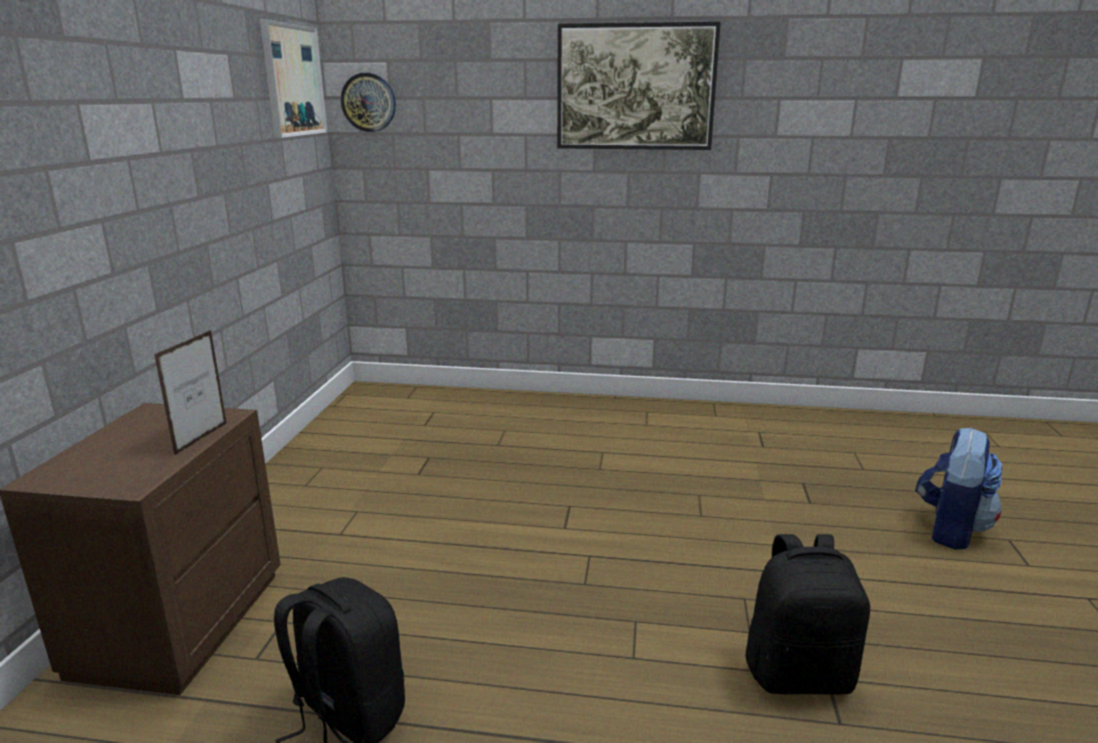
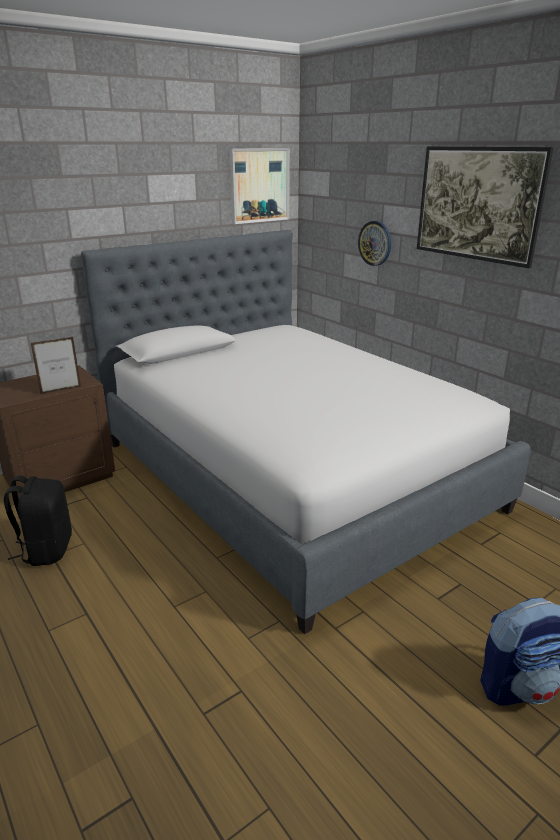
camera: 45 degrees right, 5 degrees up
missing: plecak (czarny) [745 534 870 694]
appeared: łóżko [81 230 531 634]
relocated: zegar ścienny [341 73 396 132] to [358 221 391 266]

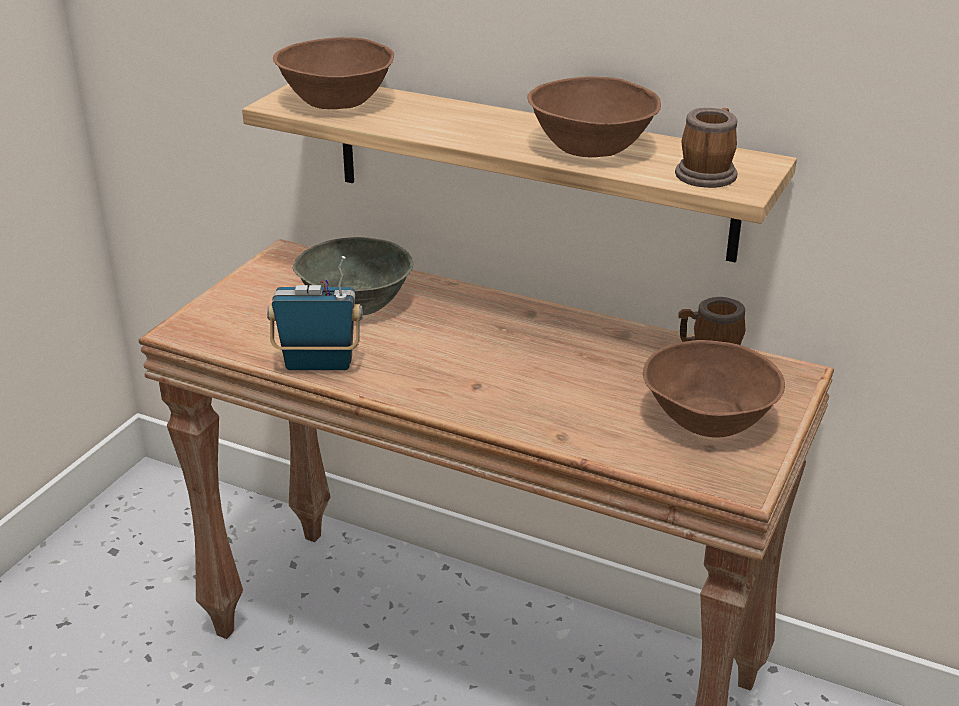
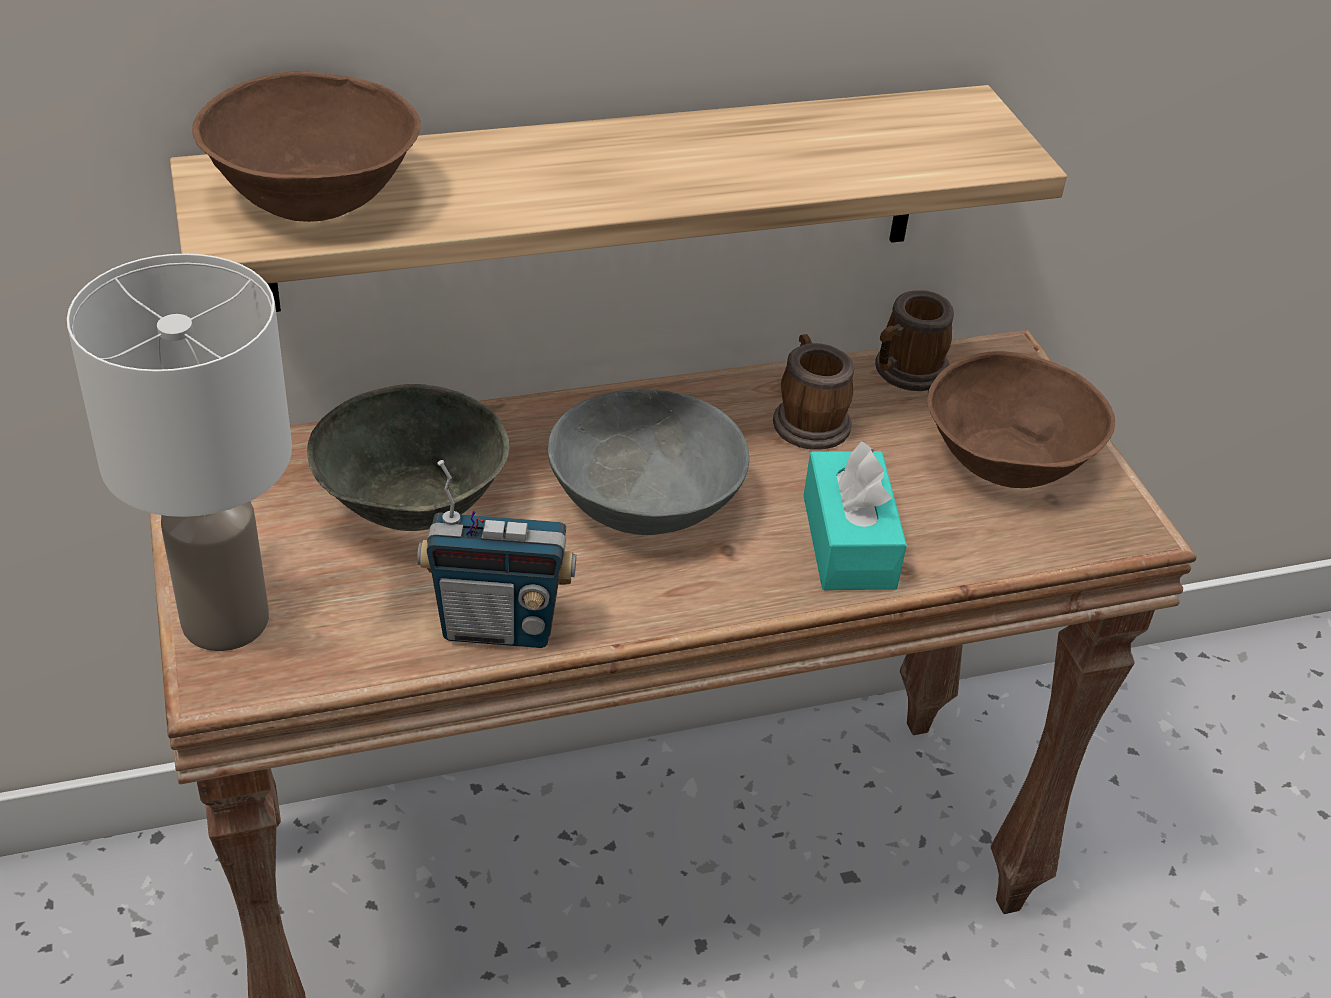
camera: 45 degrees left, 10 degrees up
missing: miska (brązowy) [527 77 661 157]
appeared: lampa stołowa (biały) [67 254 292 651]; miska (szary) [548 389 749 535]; pudełko chusteczek (turkusowy) [803 441 907 590]
relocated: kubek [675 108 737 188] to [773 334 854 450]
spun: radio [267 256 363 370] = [417 460 576 648] 135 degrees counterclockwise

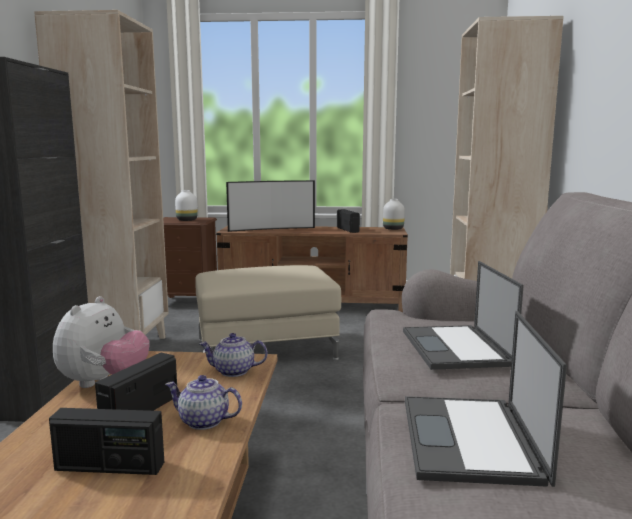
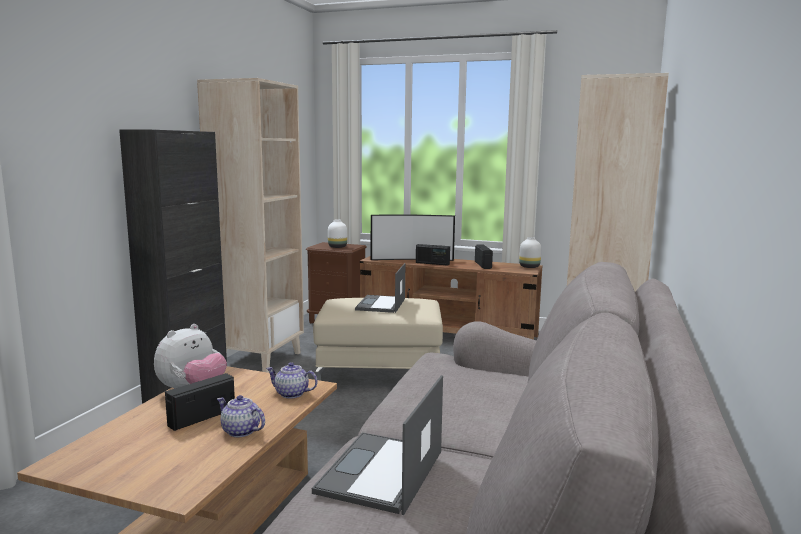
camera: 15 degrees right, 0 degrees up
relocated: radio [49 408 164 475] to [416 244 450 266]; laptop [403 261 524 370] to [355 263 405 313]

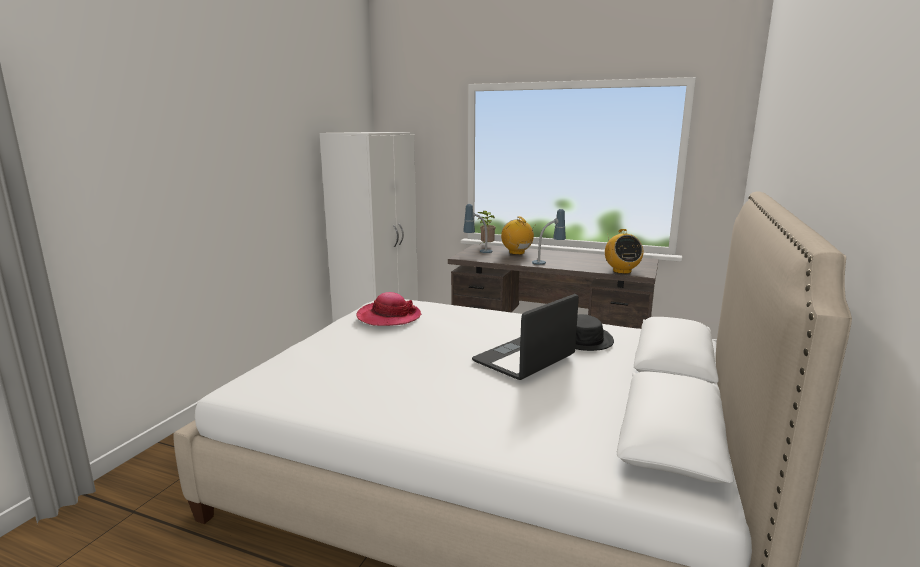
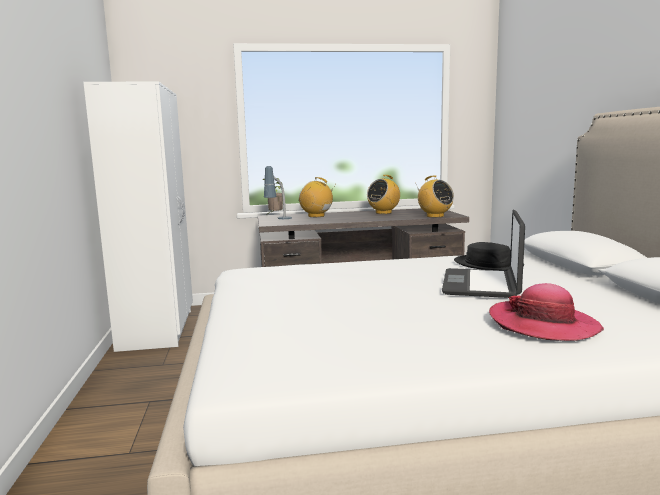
camera: 30 degrees left, 5 degrees down
missing: lampa stołowa [532 209 566 265]
appeared: radio [367 175 400 214]
relocated: kapelusz [356 292 421 326] to [489 283 604 341]

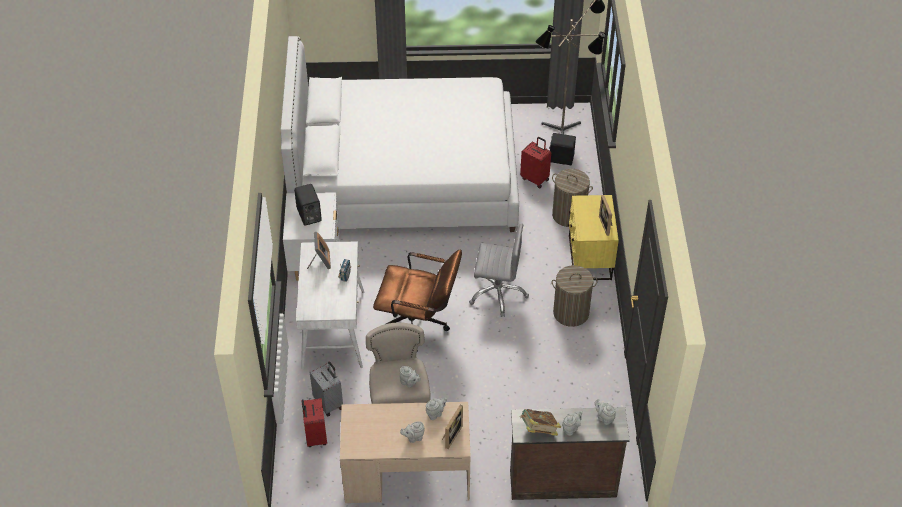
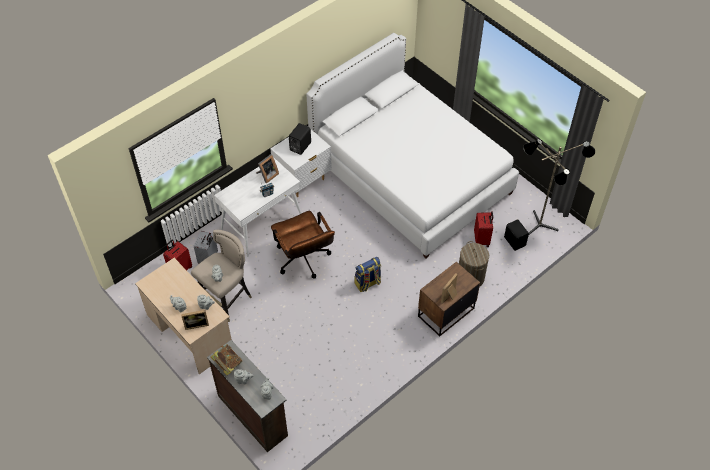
camera: 50 degrees right, 5 degrees up
missing: kosz na pranie [552 265 598 327]
exchanged: krzesło biurowe (szary) [469 224 529 317] to plecak [354 257 381 292]
colour: szafka nocna (żółty) [568 195 619 280] to szafka nocna (brązowy) [418 262 480 337]

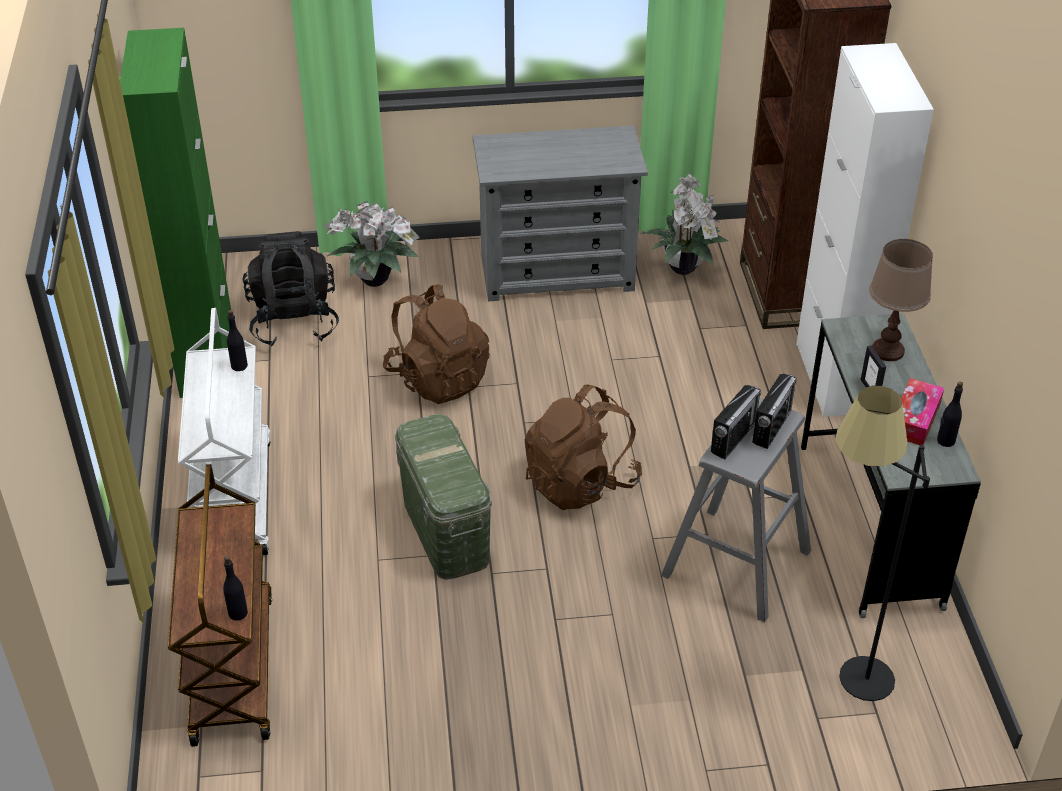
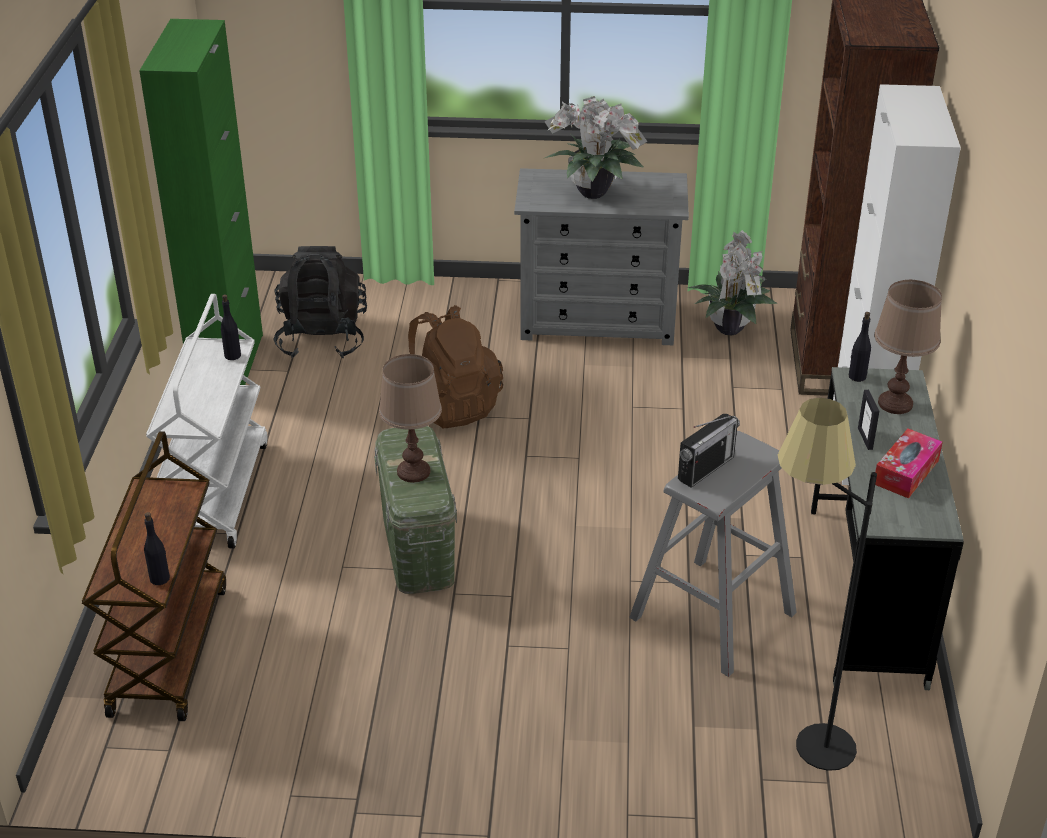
camera: 10 degrees right, 5 degrees down
missing: plecak (brązowy) [525 385 642 510]; radio [752 374 797 449]
appeared: lampa stołowa (brązowy) [379 354 442 483]
relocated: roślina doniczkowa [323 201 420 287] to [544 96 647 199]; butelka (czarny) [937 382 963 447] to [849 312 871 382]

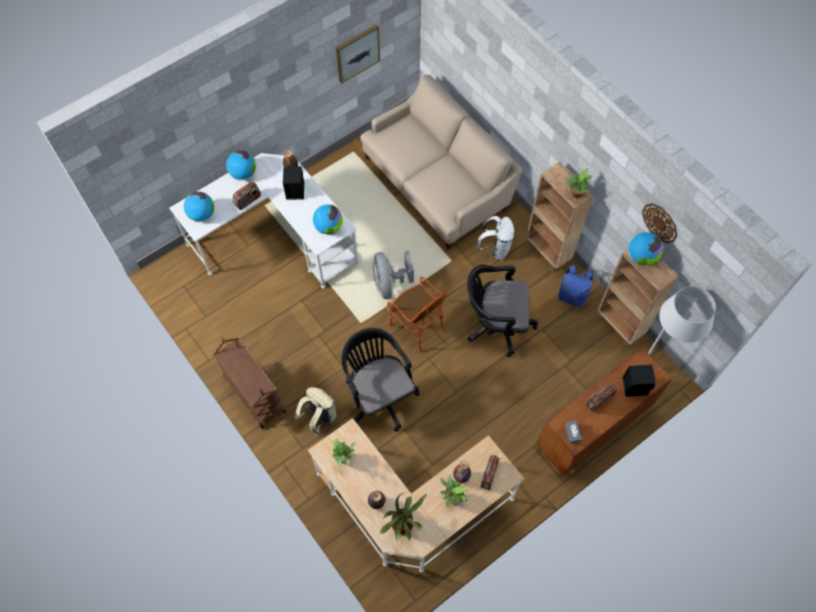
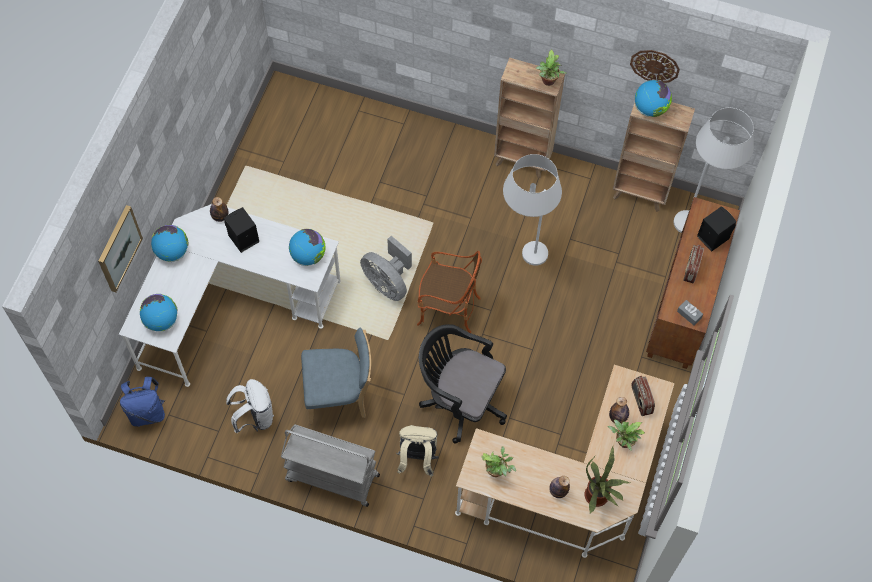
camera: 35 degrees left, 0 degrees up
missing: radio [233 182 261 210]; kanapa (beżowy) [360 75 522 250]
appeared: krzesło (niebieski) [301 328 371 424]
relocated: obraz [336 24 380 83] to [98 205 143 292]; plecak (biały) [477 216 515 260] to [226 379 274 433]; plecak (niebieski) [558 265 594 307] to [120 377 165 427]
exchanged: krzesło biurowe (czarny) [467 265 538 357] to lampa stojąca (biały) [503 154 562 266]
colour: wózek (brązowy) [213 336 286 428] to wózek (szary) [281 425 380 507]

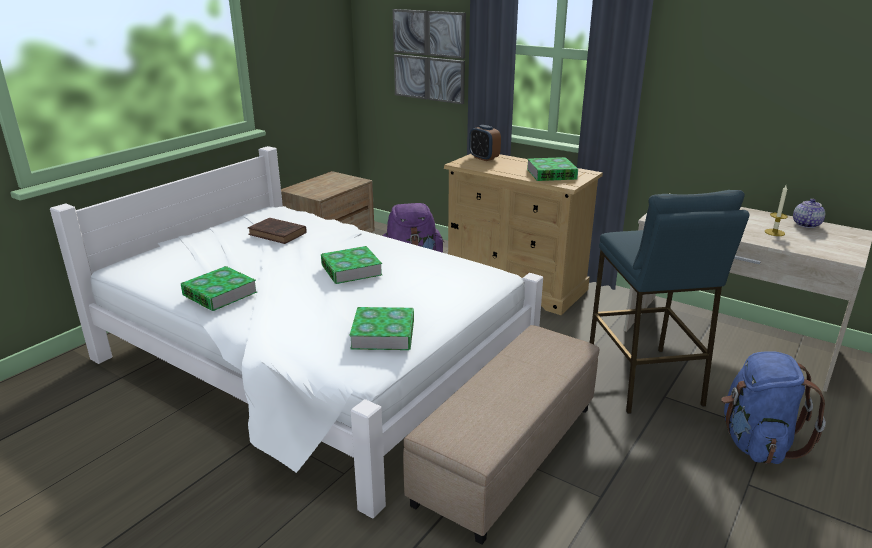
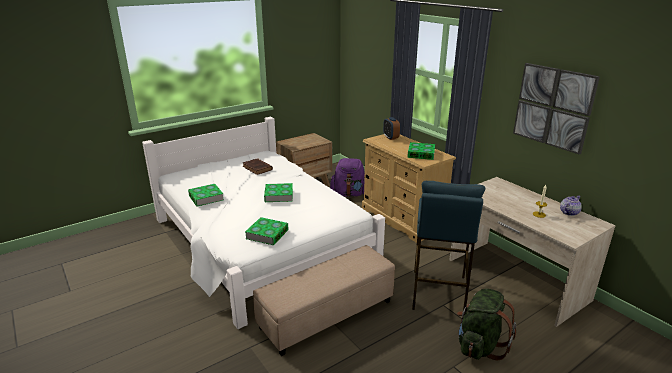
camera: 20 degrees right, 0 degrees up
relocated: obraz [393 9 466 104] to [513 63 600 154]
colour: plecak (niebieski) [721 351 826 464] to plecak (zielony) [457 289 516 360]

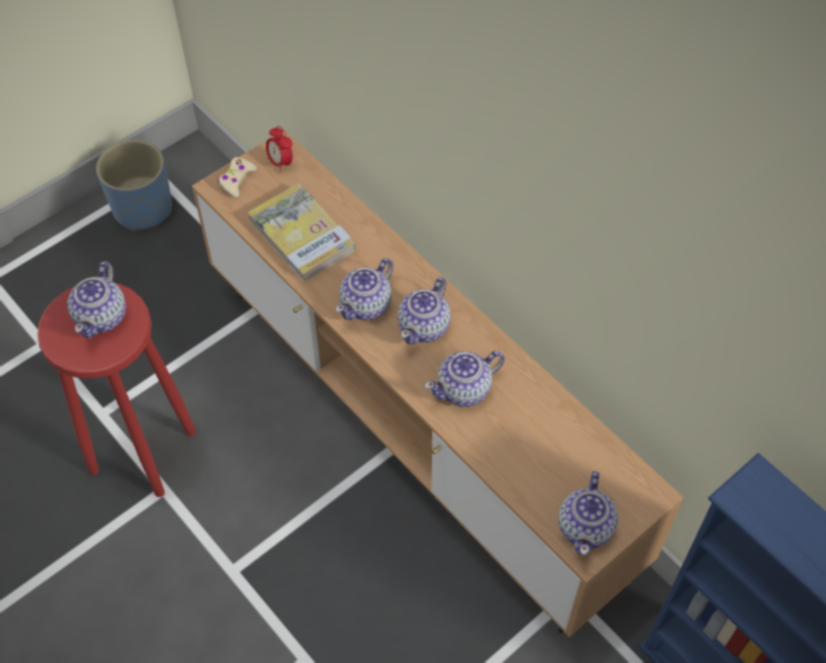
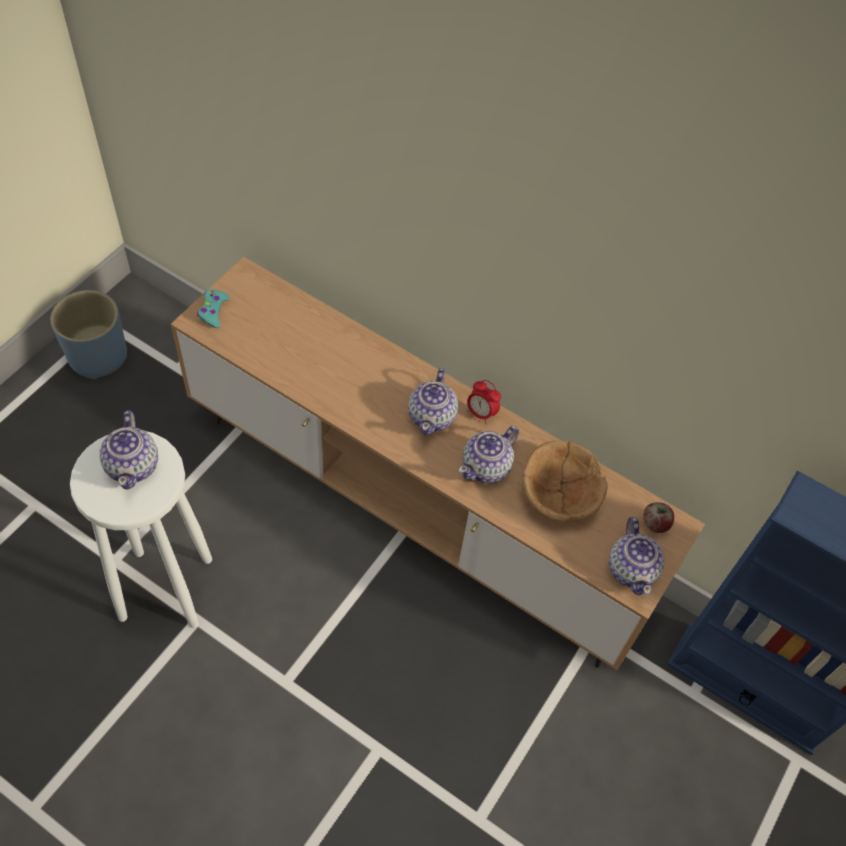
camera: 20 degrees left, 0 degrees up
missing: książka [247 183 356 282]; imbryk [336 258 394 320]
appeared: miska (brązowy) [522 440 608 522]; jabłko [643 502 674 533]
relocated: budzik [266 126 293 173] to [467 380 501 424]
colour: stołek (czerwony) [37 283 196 497] to stołek (biały) [70 431 212 628]; pad do gier (beżowy) [218 157 257 198] to pad do gier (turkusowy) [197 289 230 328]

